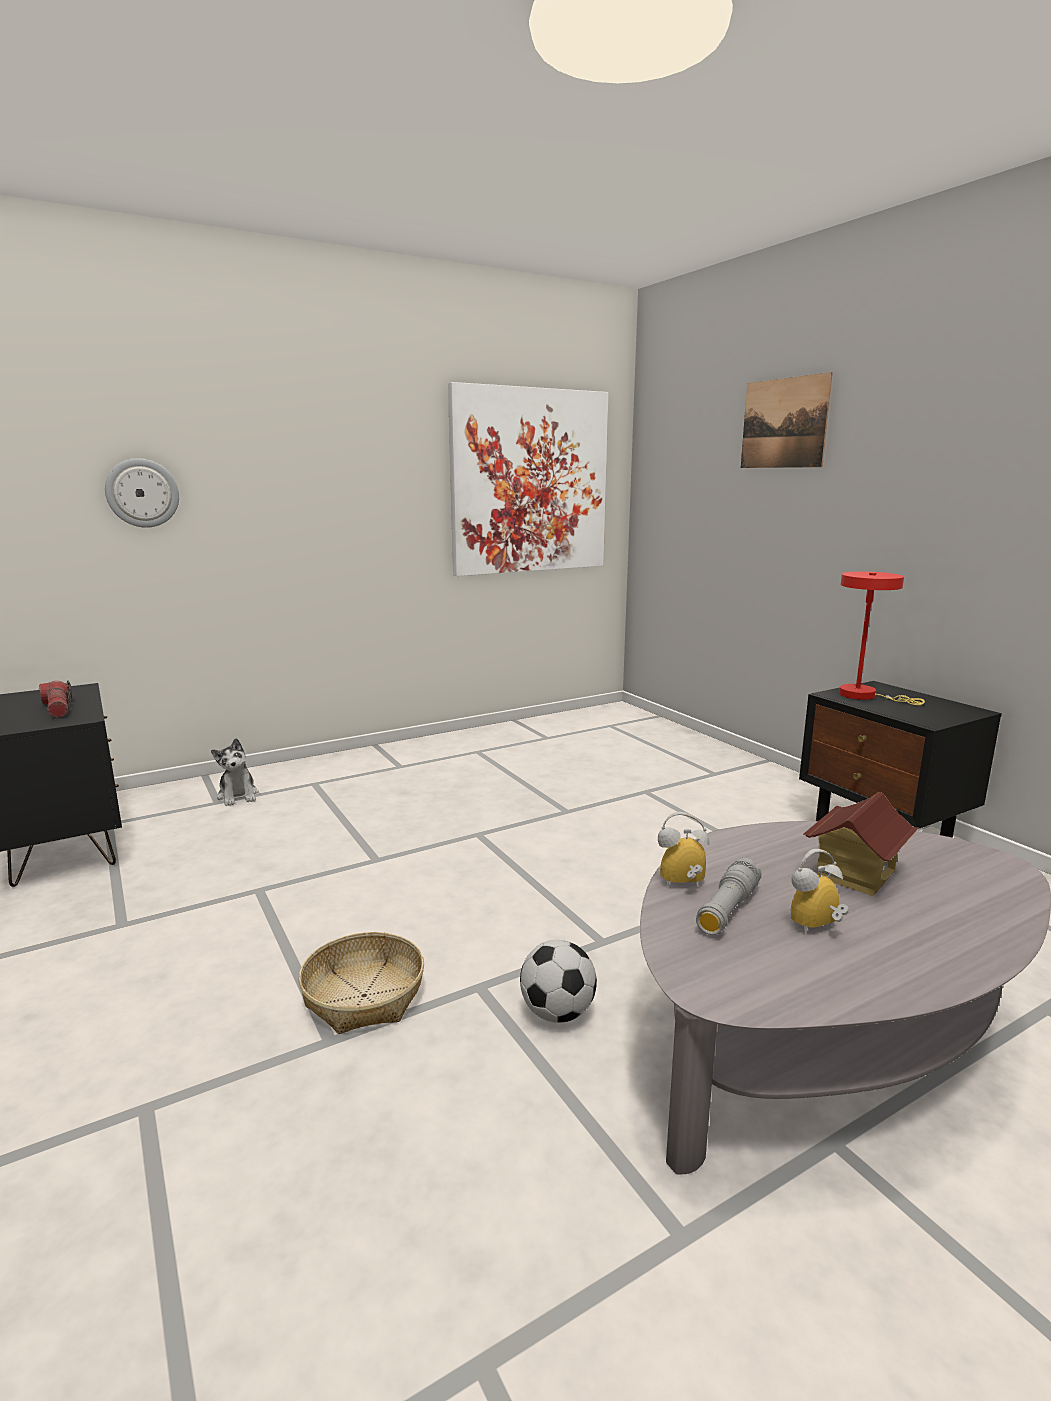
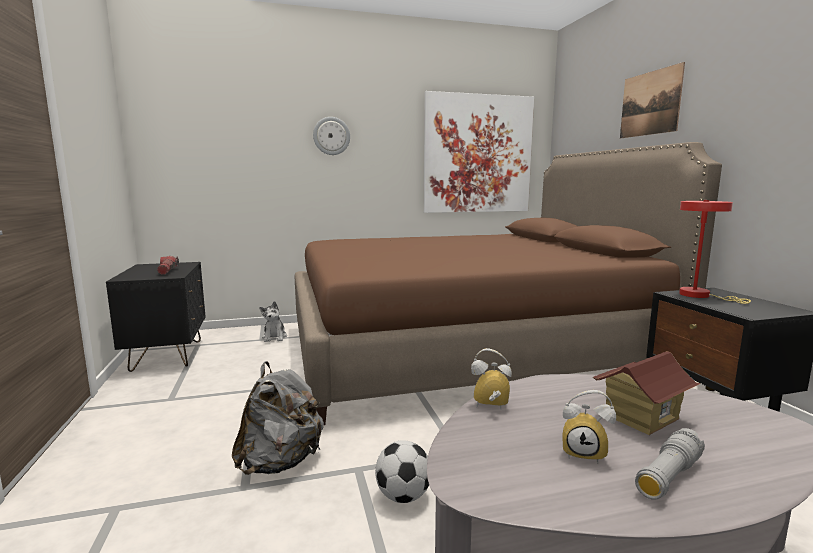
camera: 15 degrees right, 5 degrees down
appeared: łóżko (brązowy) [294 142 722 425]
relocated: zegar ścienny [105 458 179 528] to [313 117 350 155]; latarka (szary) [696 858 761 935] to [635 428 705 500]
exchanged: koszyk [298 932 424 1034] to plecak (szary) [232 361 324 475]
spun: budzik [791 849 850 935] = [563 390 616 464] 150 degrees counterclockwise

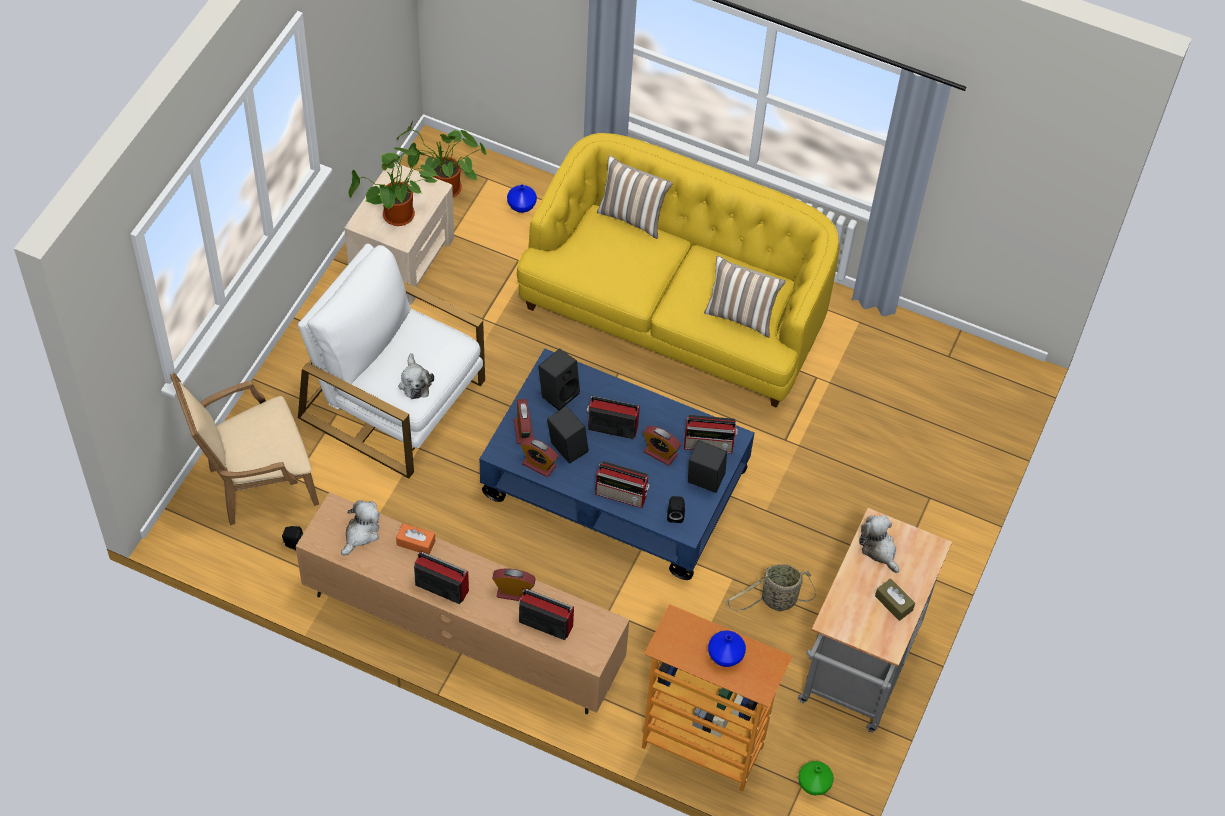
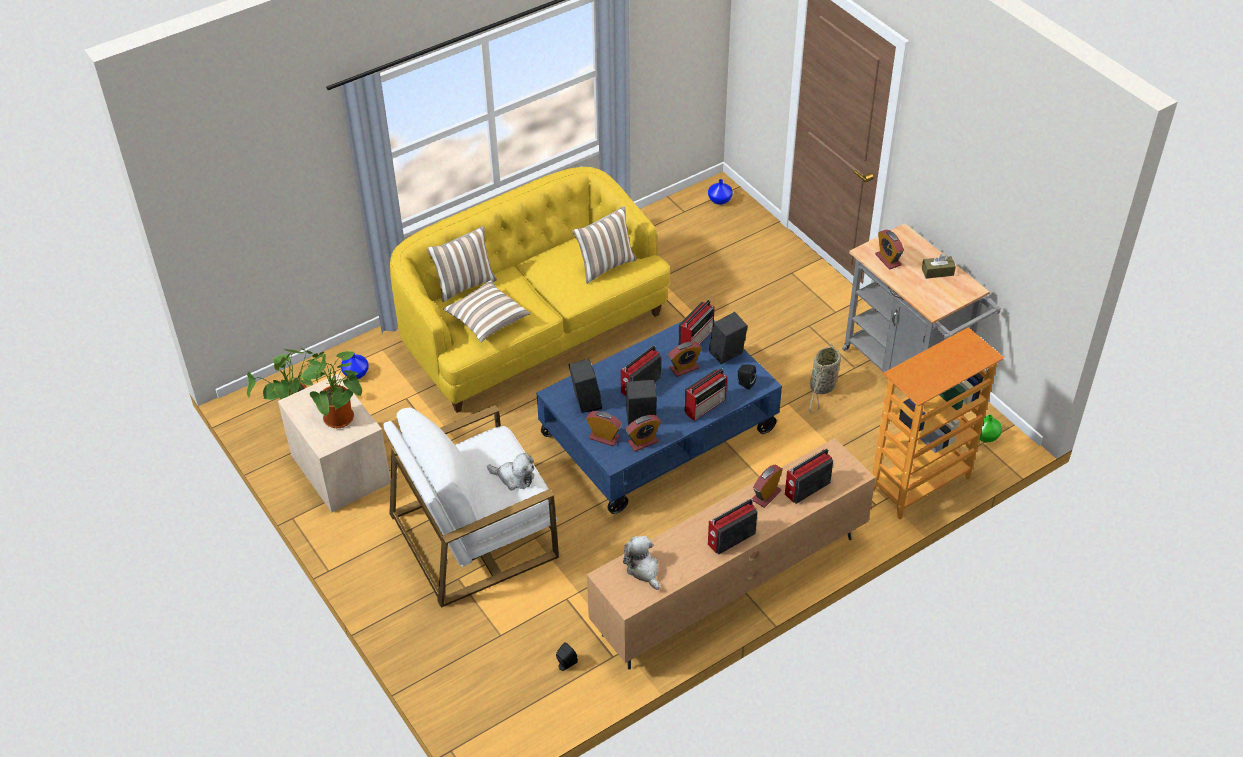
camera: 55 degrees left, 10 degrees down
missing: fotel (beżowy) [170 373 319 525]; pudełko chusteczek (pomarańczowy) [396 523 436 554]
appeared: poduszka [443 280 531 342]
relocated: wazon (niebieski) [708 631 746 667] to [708 179 733 205]
exchanged: pluszak [859 515 899 573] to budzik [875 230 904 270]

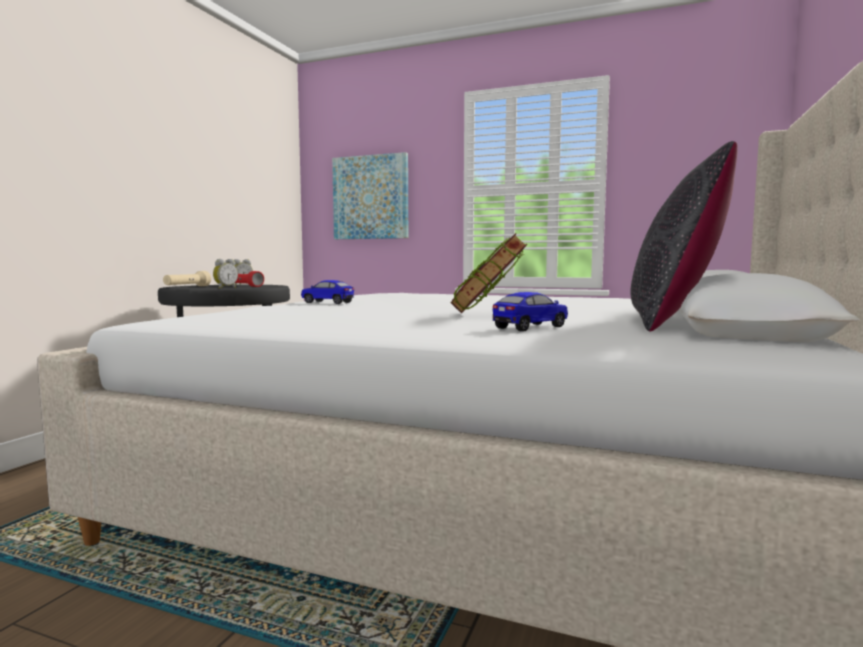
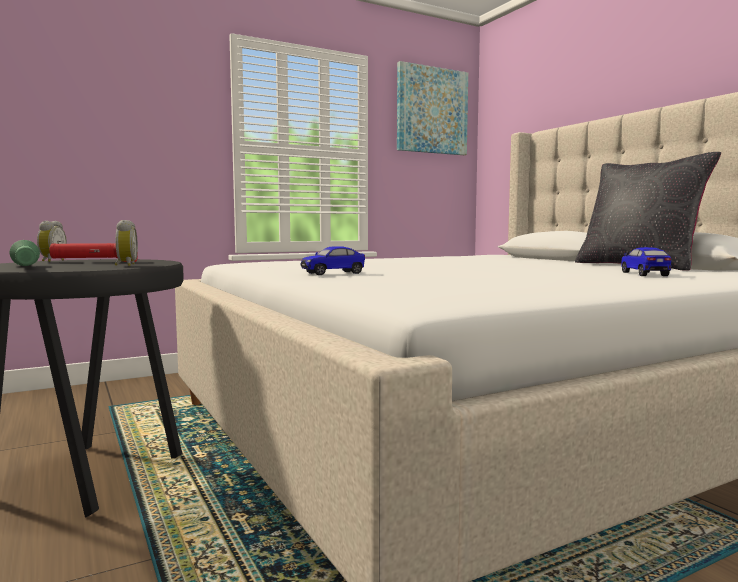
camera: 50 degrees left, 0 degrees up
missing: książka [451 233 528 313]
relocated: obraz [332 152 408 239] to [397 61 468 155]
colour: latarka (beżowy) [163 271 211 286] to latarka (zielony) [10 240 40 266]

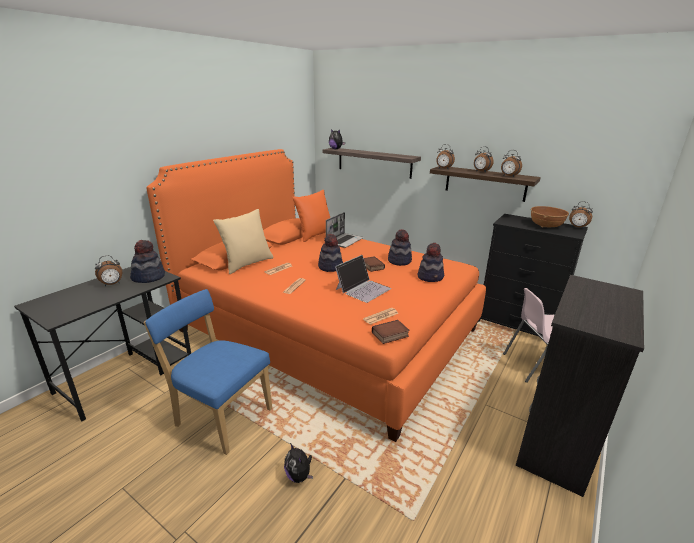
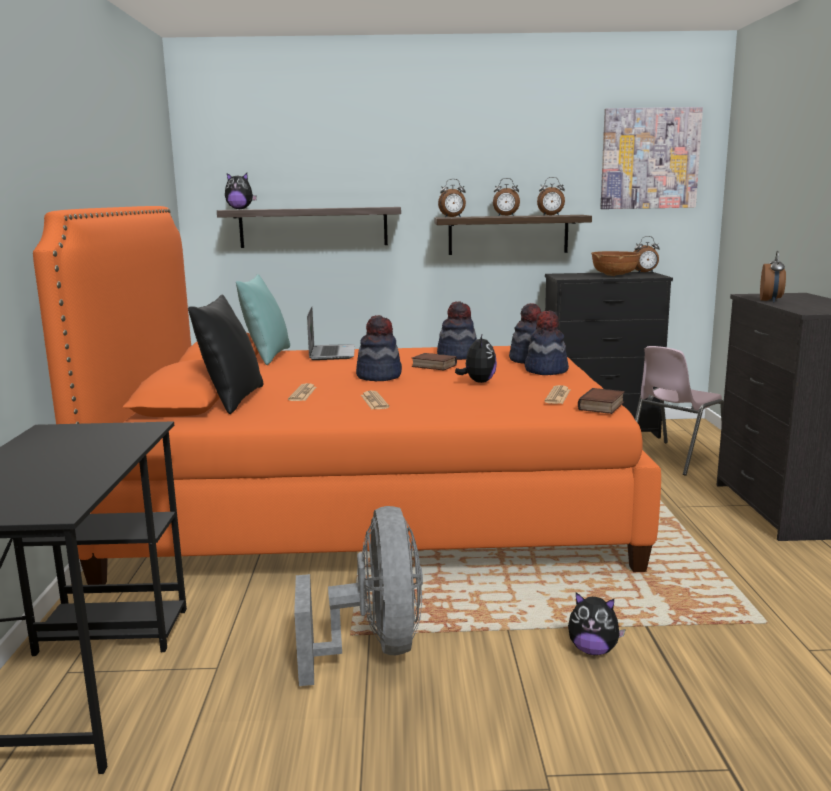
camera: 35 degrees left, 10 degrees down
appeared: obraz [600 107 703 209]
relocated: budzik [95 255 122 286] to [760 251 786 302]; kapelusz [130 240 165 283] to [525 310 569 375]
exchanged: krzesło (niebieski) [144 289 272 455] to wentylator (szary) [294 506 423 686]; laptop [335 255 391 303] to pluszak [455 333 497 383]
colour: poduszka (beżowy) [213 209 274 274] to poduszka (czarny) [188 295 263 414]; poduszka (pomarańczowy) [292 190 330 242] to poduszka (turkusowy) [236 274 290 365]

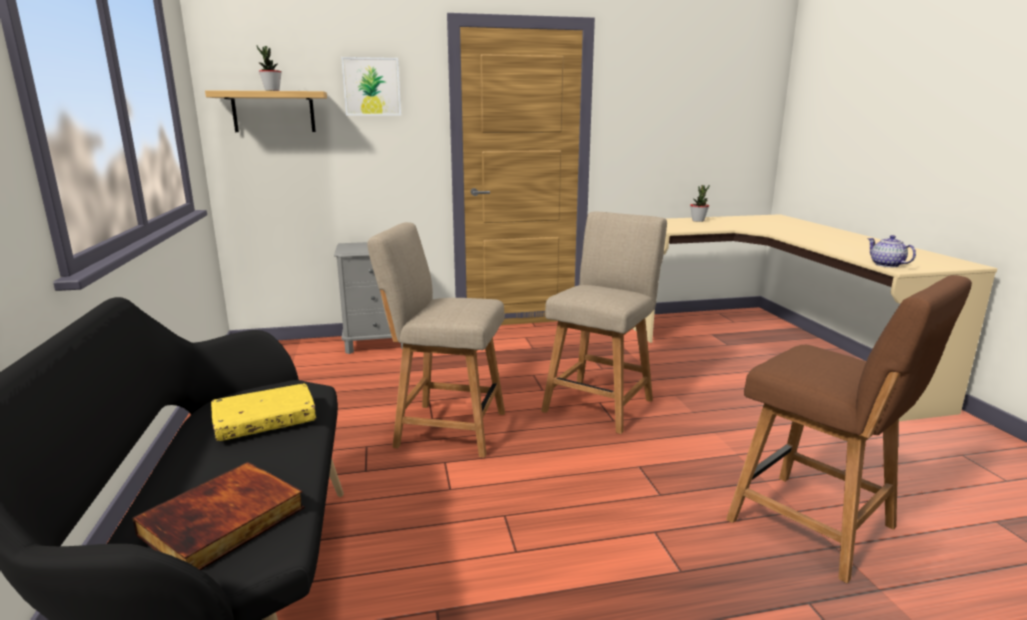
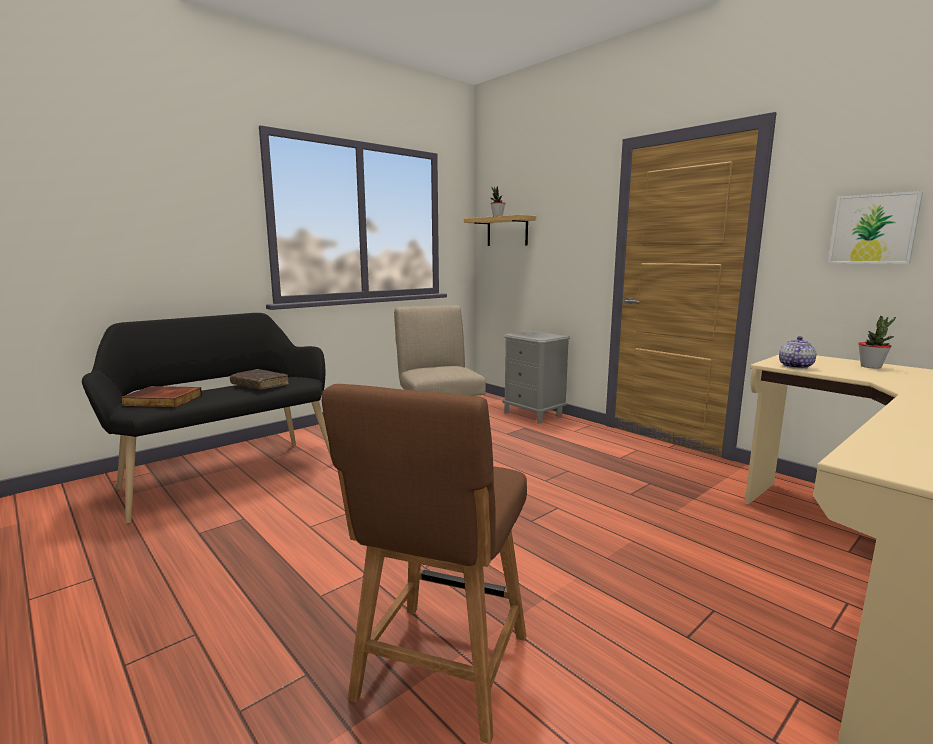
camera: 60 degrees right, 5 degrees down
missing: krzesło (beżowy) [541 212 667 434]
relocated: obraz [341 57 401 116] to [828 191 923 264]; imbryk [867 235 916 267] to [779 336 816 369]
colour: książka (żółty) [211 383 316 441] to książka (brązowy) [230 369 289 390]

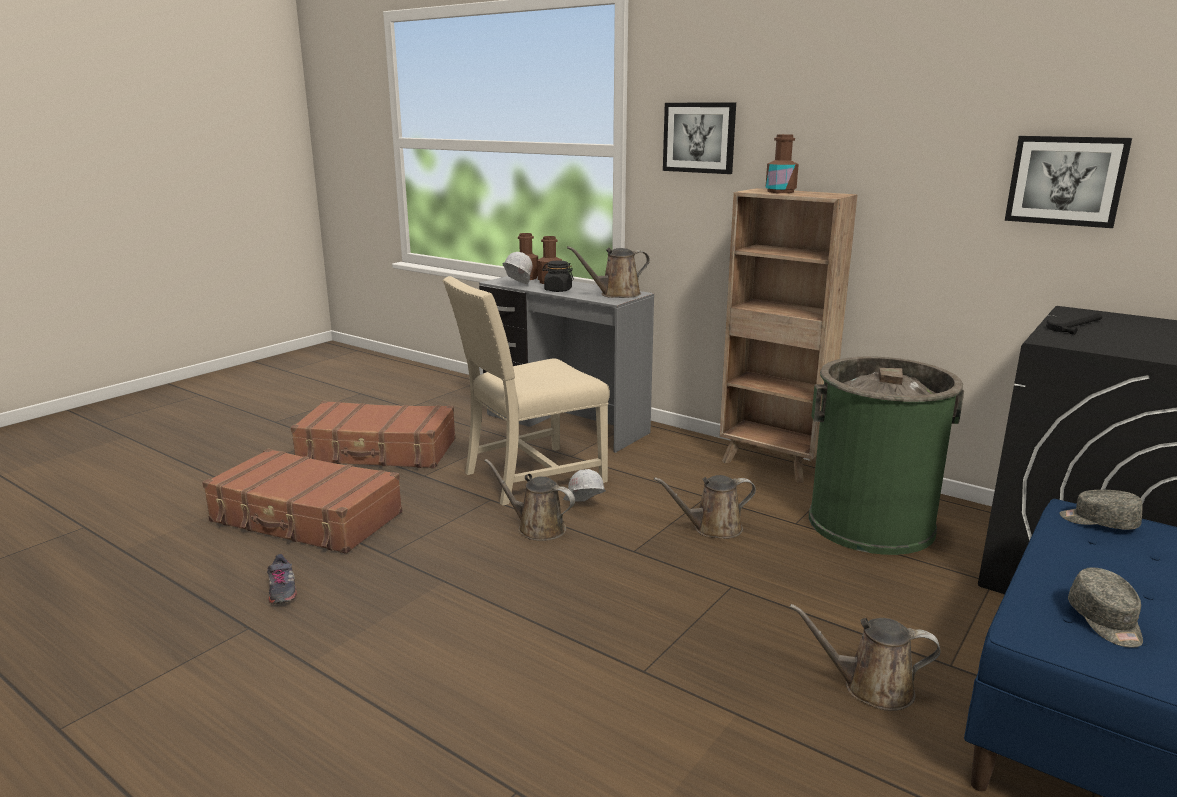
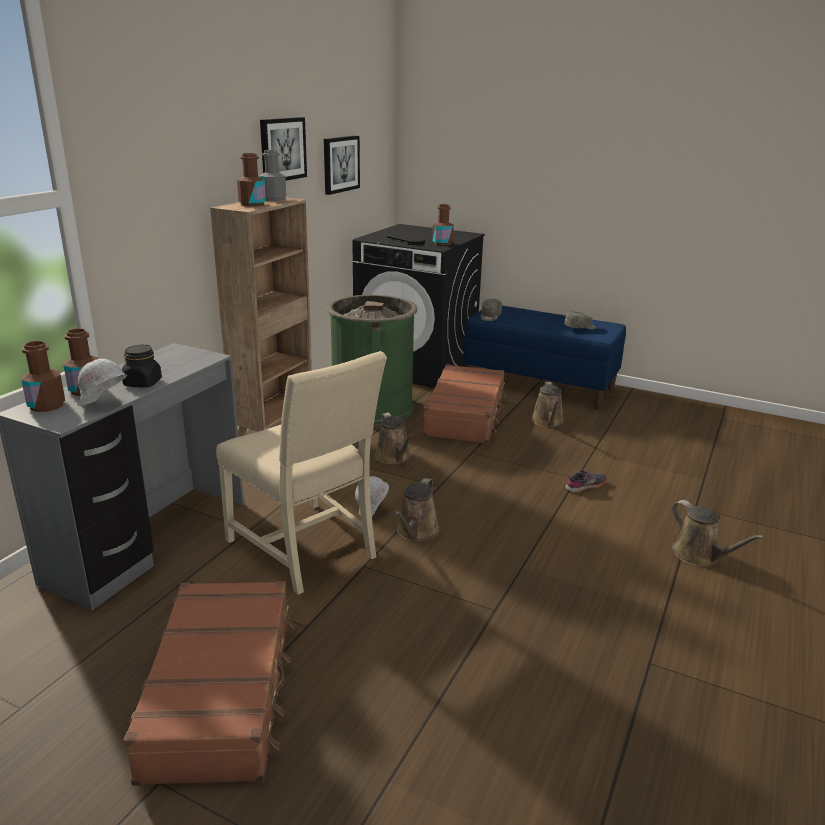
camera: 100 degrees left, 5 degrees up
appeared: butelka (szary) [259 150 286 201]; butelka (brązowy) [432 204 454 245]
relocated: walizka (brązowy) [202 448 402 554] to [423 364 507 444]; but (szary) [267 554 297 604] to [565 470 607 493]; konewka (brązowy) [567 246 650 298] to [672 500 765 567]; obraz [663 103 736 174] to [260 117 307 181]

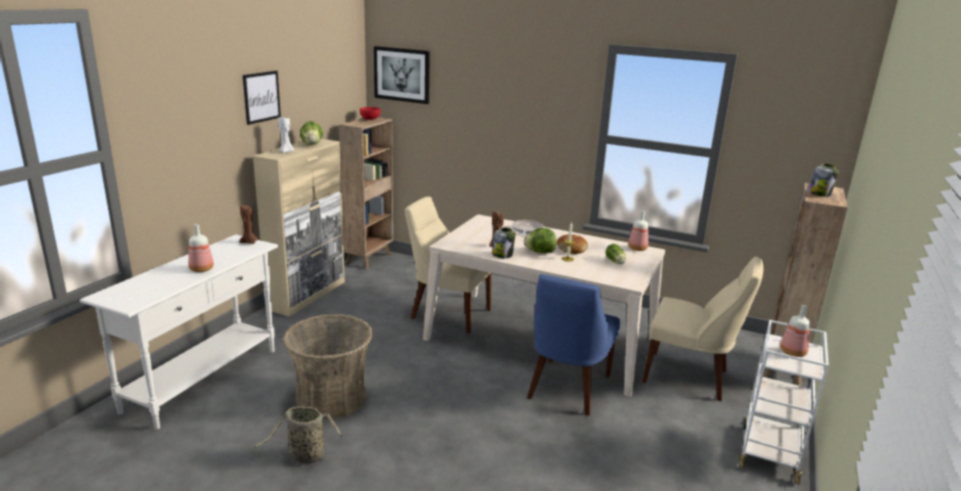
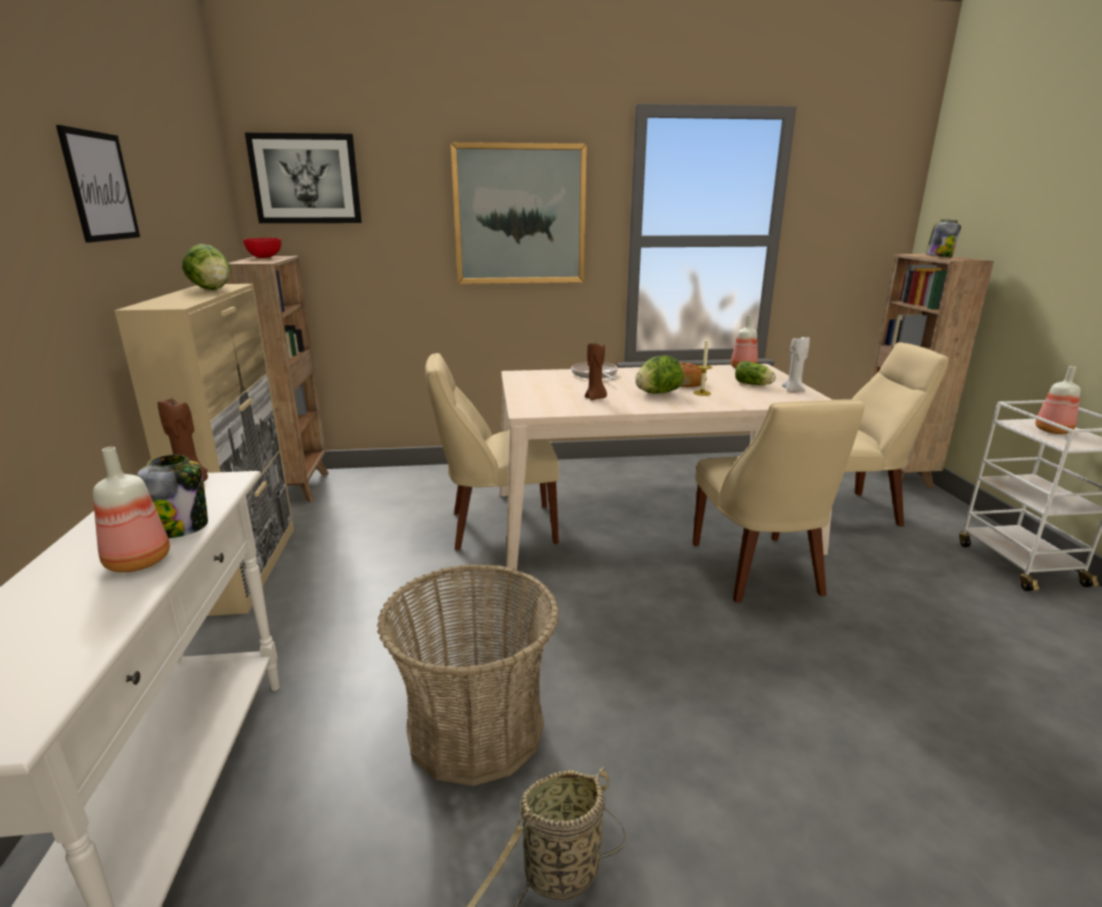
camera: 30 degrees left, 0 degrees up
appeared: obraz [451 142 587 284]
relocated: świeca (biały) [278 117 294 153] to [782 337 810 392]; słoik [492 227 515 258] to [137 454 208 538]
colour: krzesło (niebieski) [527 274 620 416] to krzesło (beżowy) [693 399 864 603]

